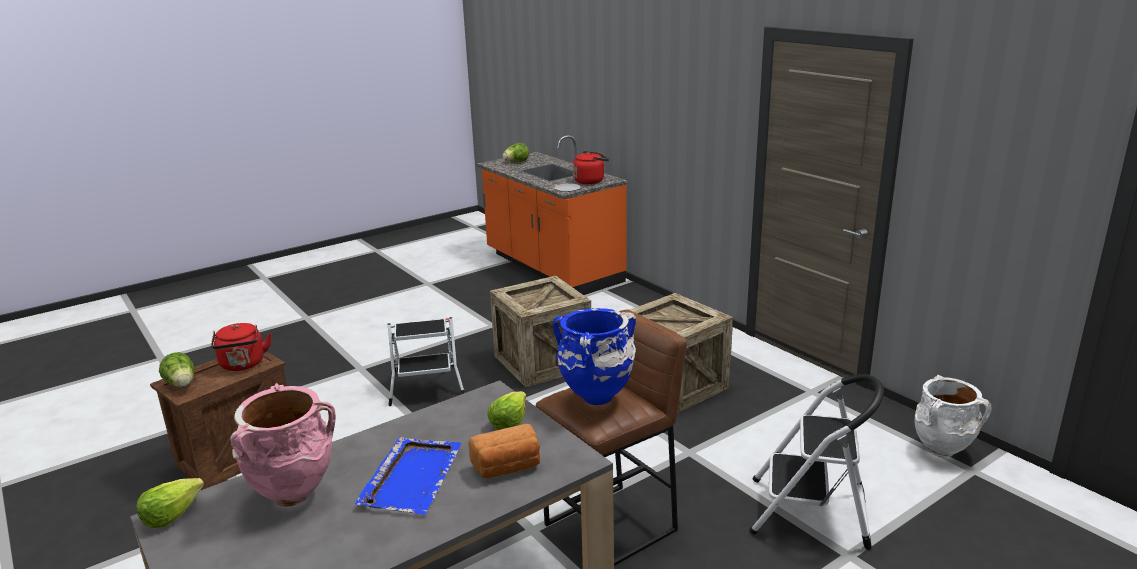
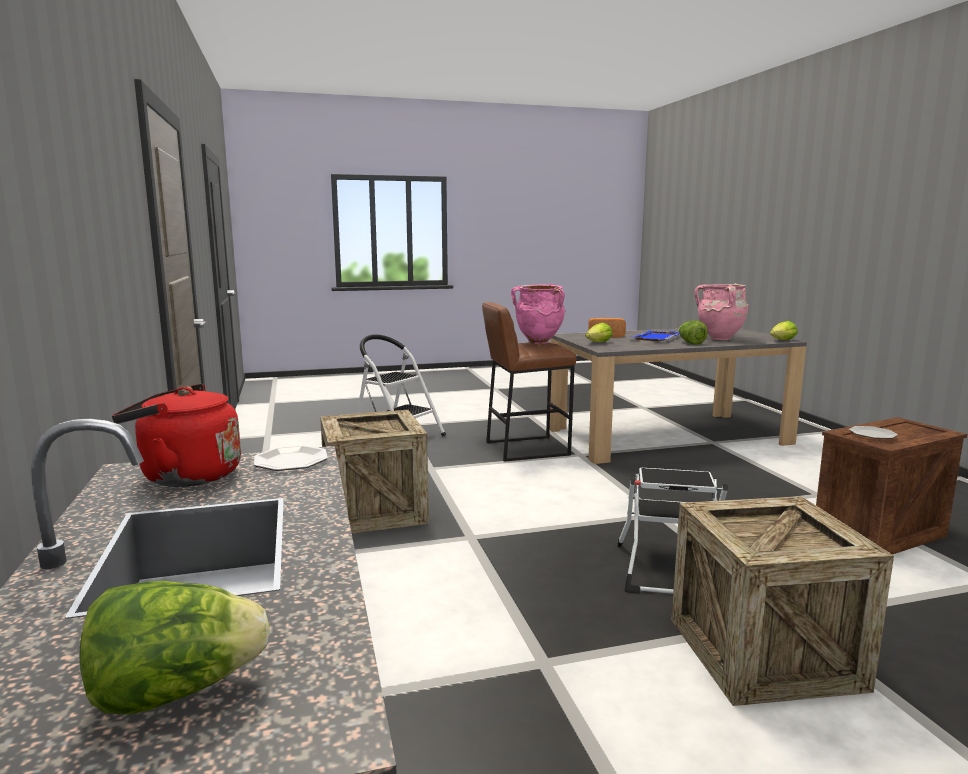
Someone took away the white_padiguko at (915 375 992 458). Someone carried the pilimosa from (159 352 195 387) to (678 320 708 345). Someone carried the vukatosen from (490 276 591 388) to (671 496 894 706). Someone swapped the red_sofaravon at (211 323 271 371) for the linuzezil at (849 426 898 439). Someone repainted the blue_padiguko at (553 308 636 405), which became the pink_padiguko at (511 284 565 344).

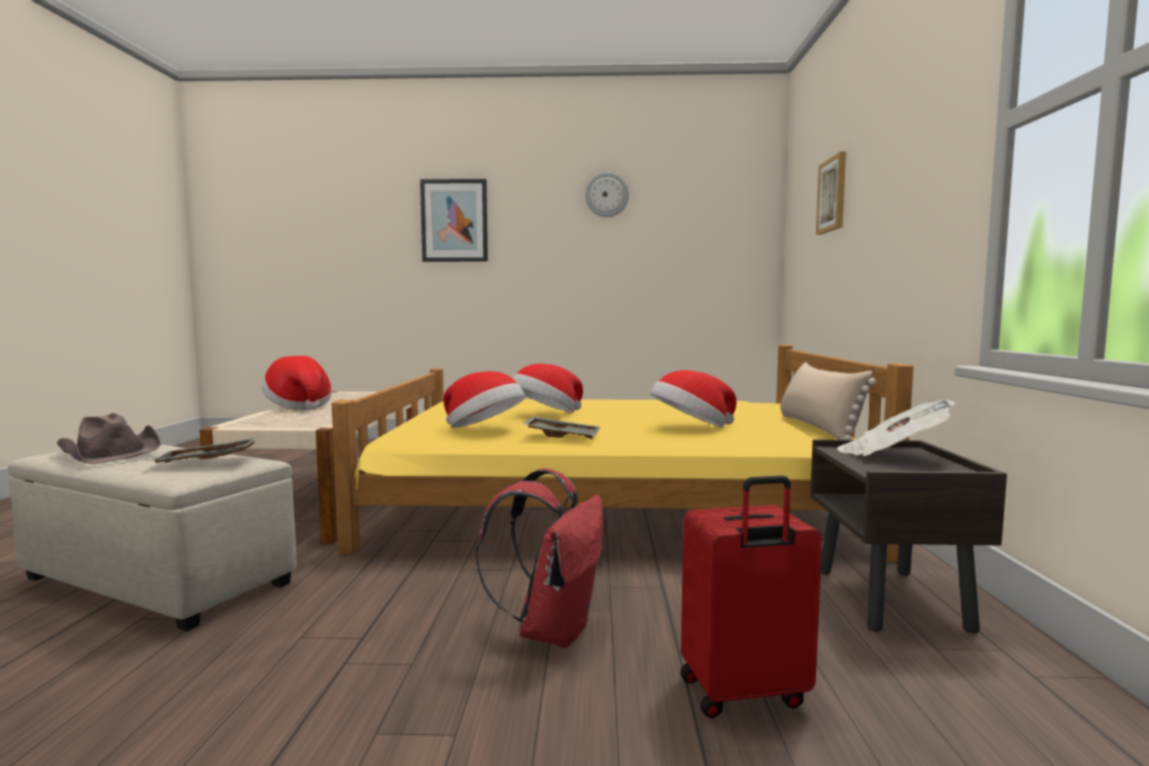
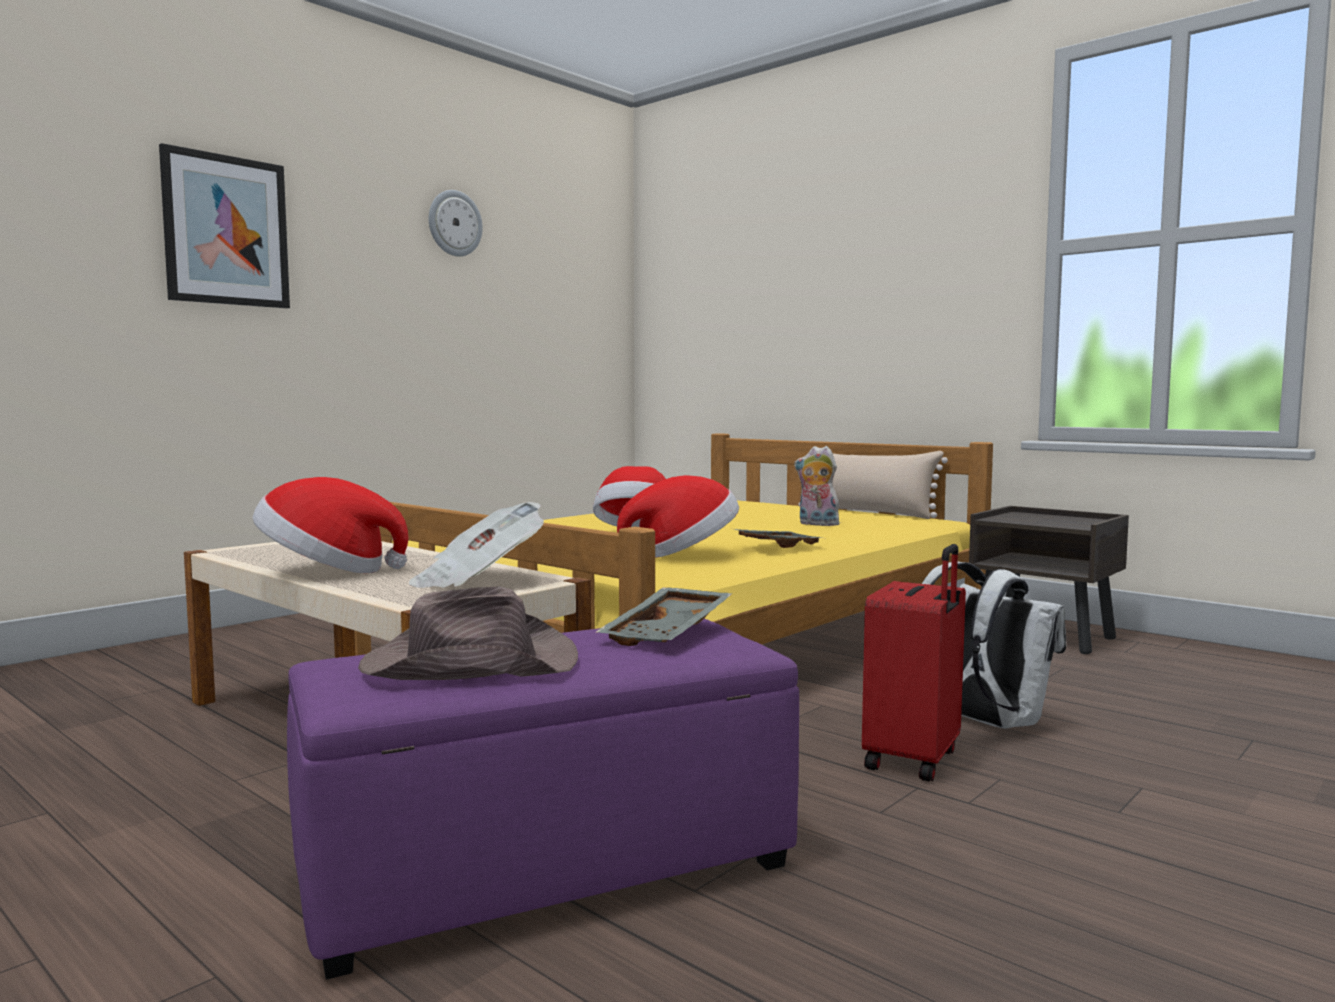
Someone took away the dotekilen at (816 151 846 235). Someone carried the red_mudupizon from (680 476 822 718) to (862 544 966 781). Someone carried the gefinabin from (837 400 956 456) to (409 502 544 588). Someone swapped the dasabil at (651 370 737 427) for the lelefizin at (794 446 844 526). Someone repainted the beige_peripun at (8 444 297 631), which became the purple_peripun at (287 619 799 980). Someone repainted the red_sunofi at (476 468 603 648), which became the white_sunofi at (922 562 1066 728).

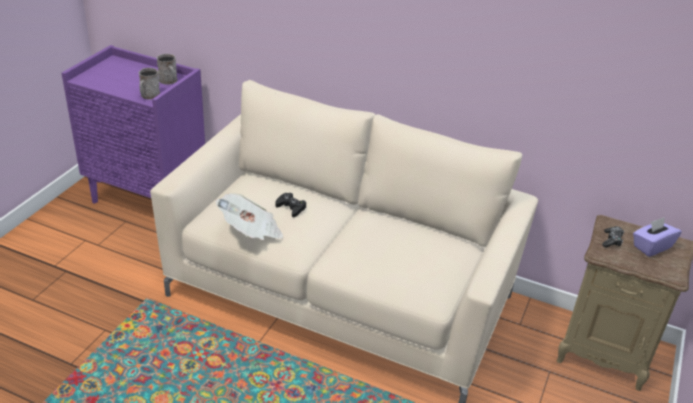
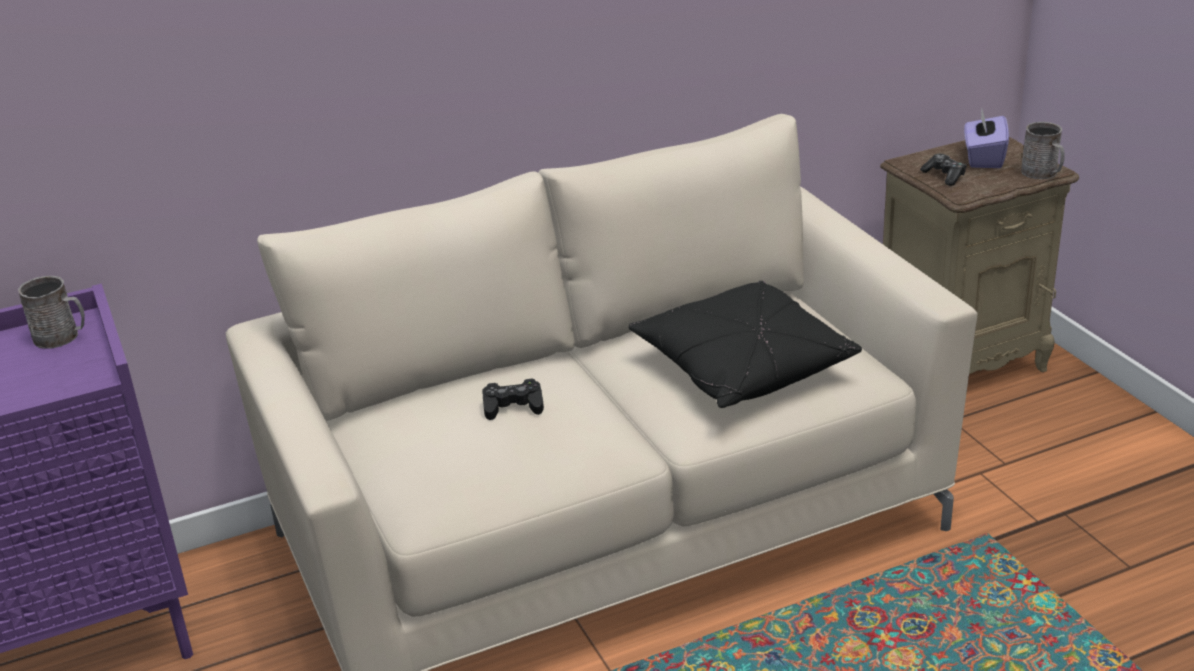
Someone took away the gefinabin at (215 193 284 240). Someone put down the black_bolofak at (628 281 862 408). Someone carried the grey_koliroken from (139 68 160 100) to (1021 122 1065 179).

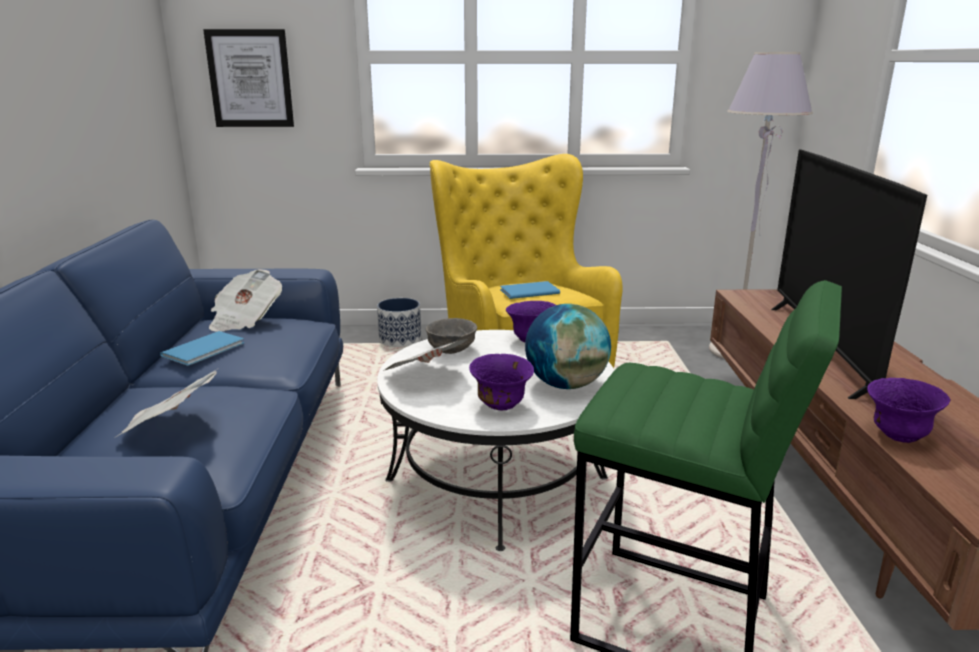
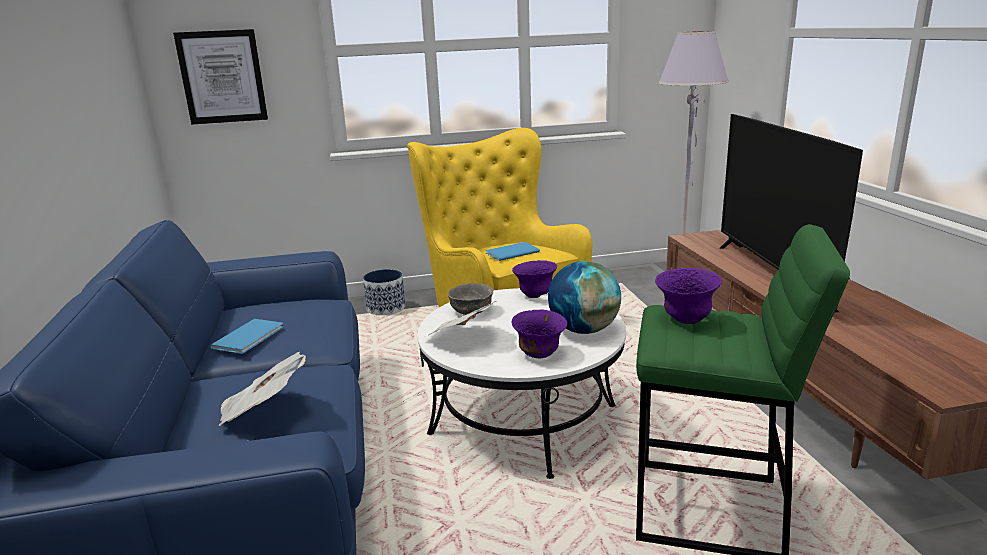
Someone took away the gefinabin at (209 269 282 332). Someone carried the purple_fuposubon from (867 378 950 443) to (655 268 722 324).

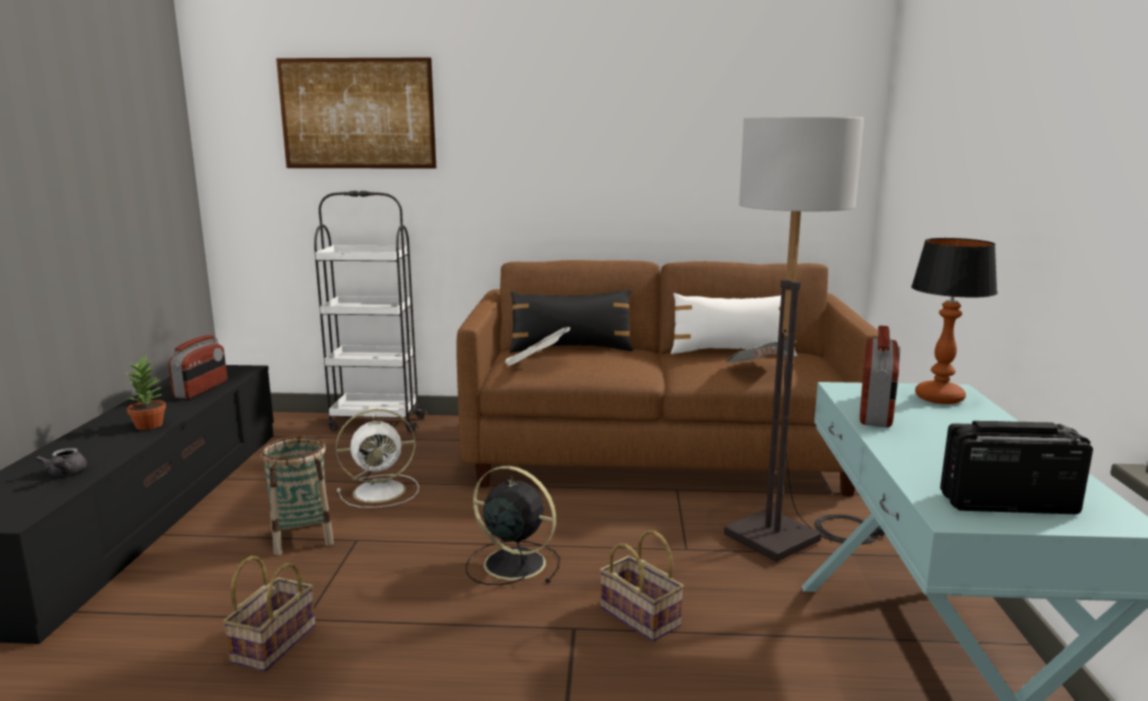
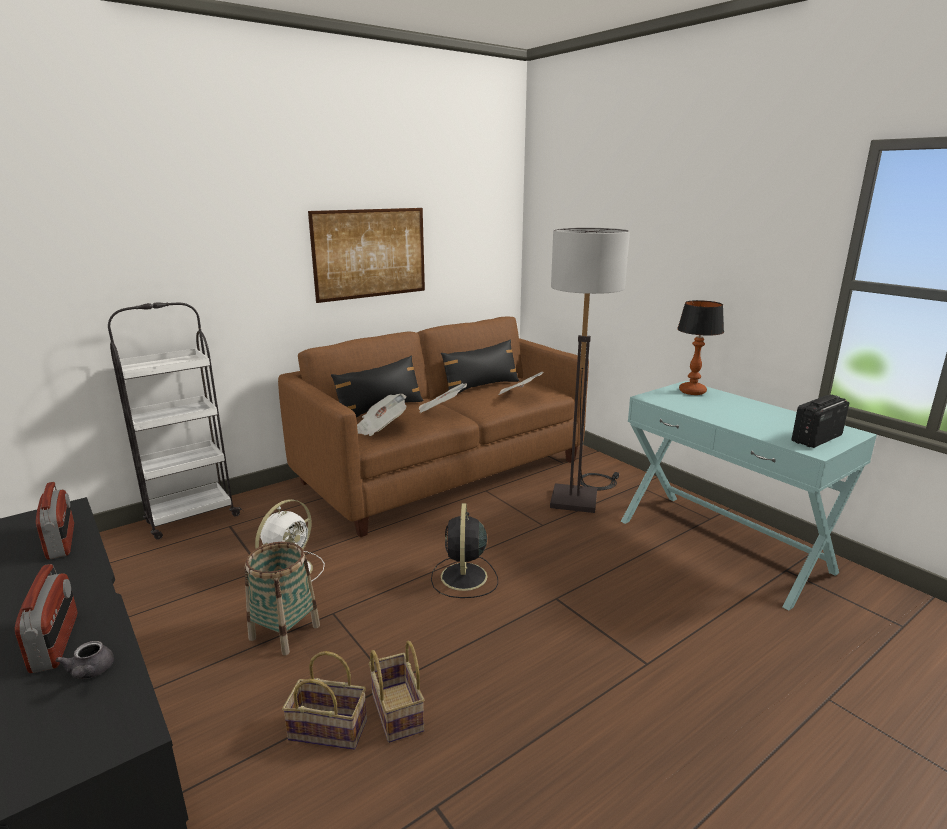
Someone took away the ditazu at (126 355 166 430). Someone put down the gefinabin at (419 383 467 414). Someone carried the dotekilen from (276 57 436 169) to (308 208 425 303). Someone carried the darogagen from (600 530 684 642) to (282 651 367 750). Someone carried the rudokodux from (860 325 900 427) to (15 564 77 673). Someone repainted the white_bolofak at (671 293 798 356), which became the black_bolofak at (441 339 520 394). Someone rotated the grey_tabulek at (35 448 87 476) by 45 degrees clockwise. Someone rotated the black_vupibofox at (466 466 560 585) by 75 degrees counterclockwise.

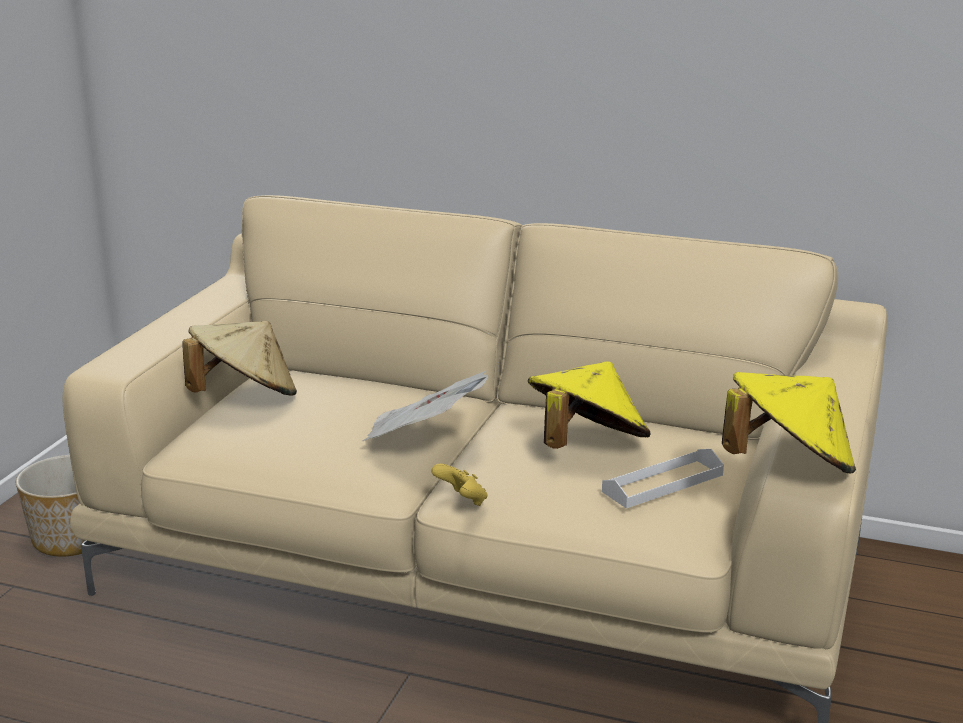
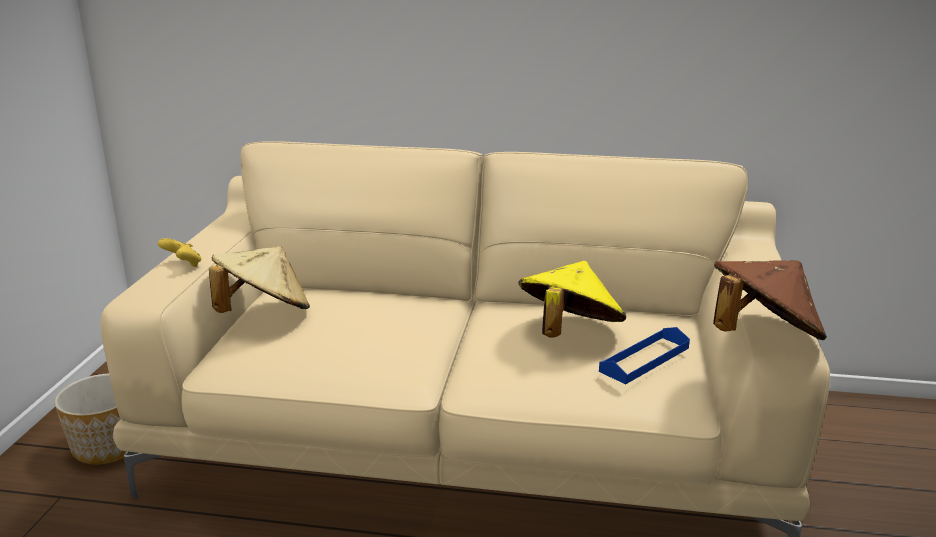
Someone took away the gefinabin at (363 371 488 441). Someone carried the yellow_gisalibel from (431 464 487 506) to (158 238 202 267). Someone repainted the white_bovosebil at (602 449 724 508), which became the blue_bovosebil at (599 327 690 384). Someone repainted the yellow_dasabil at (722 372 856 473), which became the brown_dasabil at (713 260 827 340).

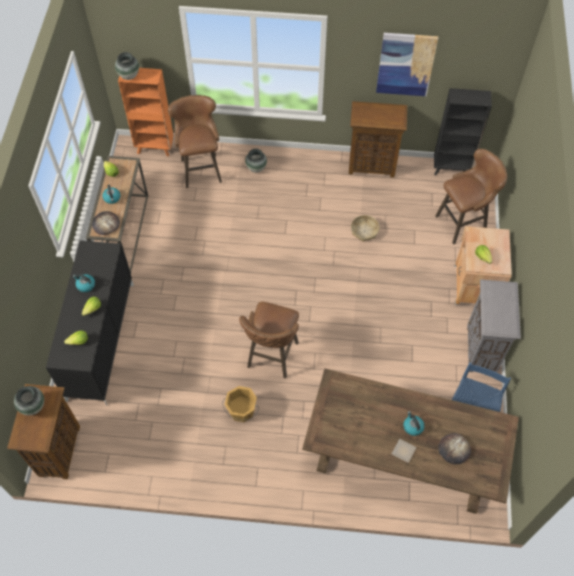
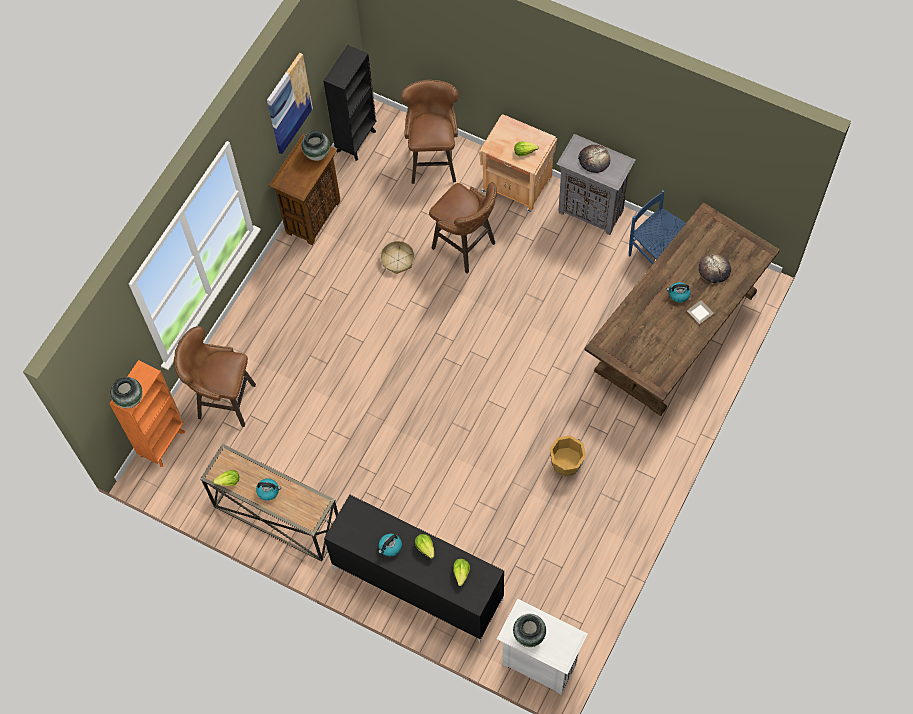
Someone carried the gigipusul from (92 211 120 235) to (578 145 610 173). Someone carried the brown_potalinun from (239 302 299 378) to (429 182 497 273). Someone carried the padiguko from (245 149 267 173) to (301 130 330 161). Someone repainted the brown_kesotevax at (7 384 80 479), which became the white_kesotevax at (497 599 588 695).

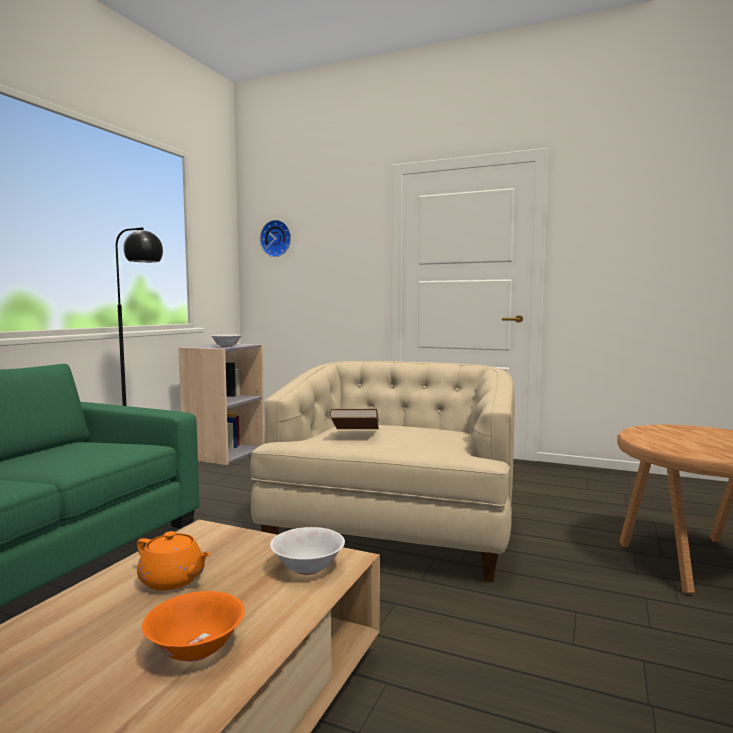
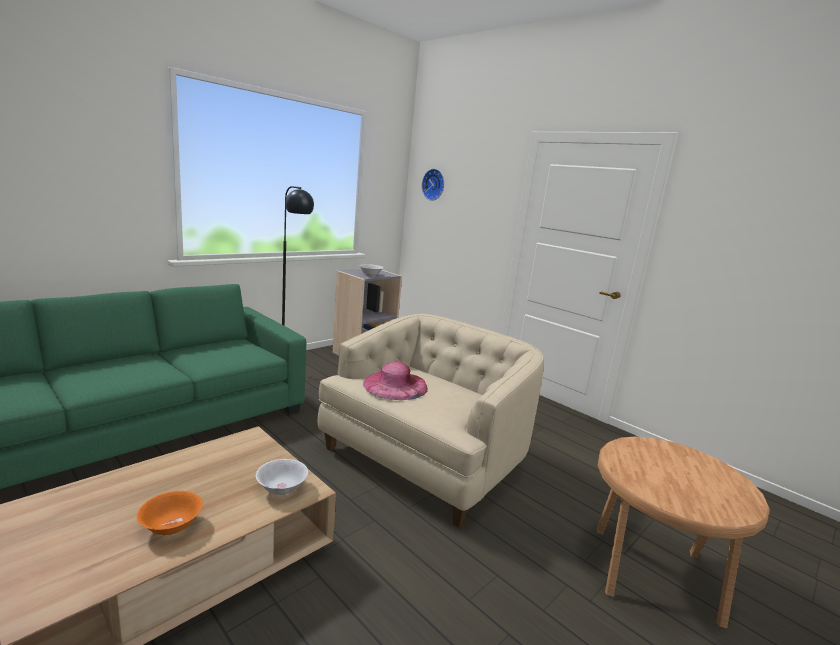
Someone took away the orange_tabulek at (137 531 211 590). Someone swapped the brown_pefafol at (330 409 379 429) for the pink_dasabil at (363 362 427 400).

